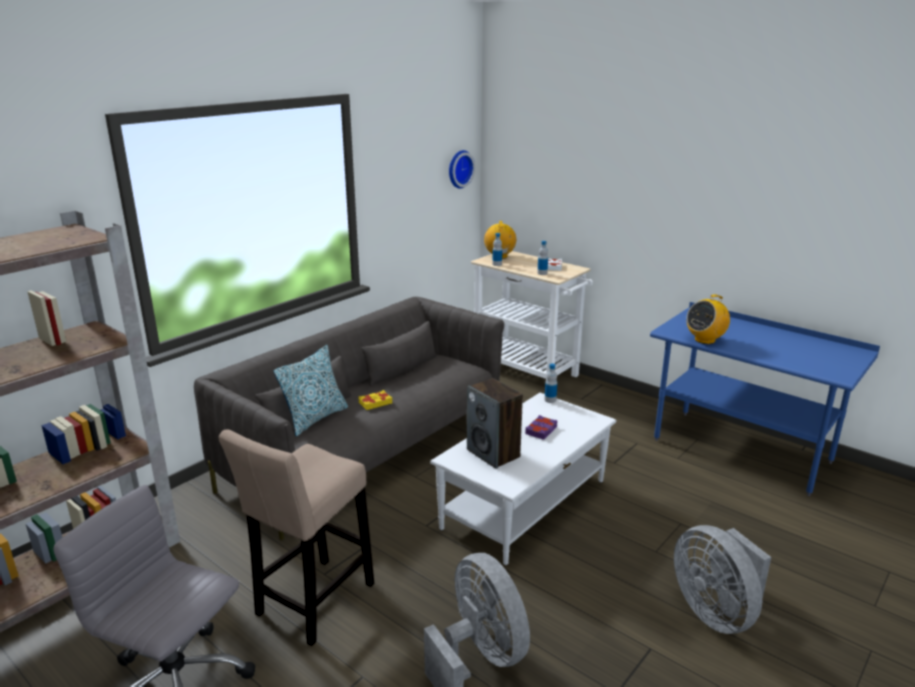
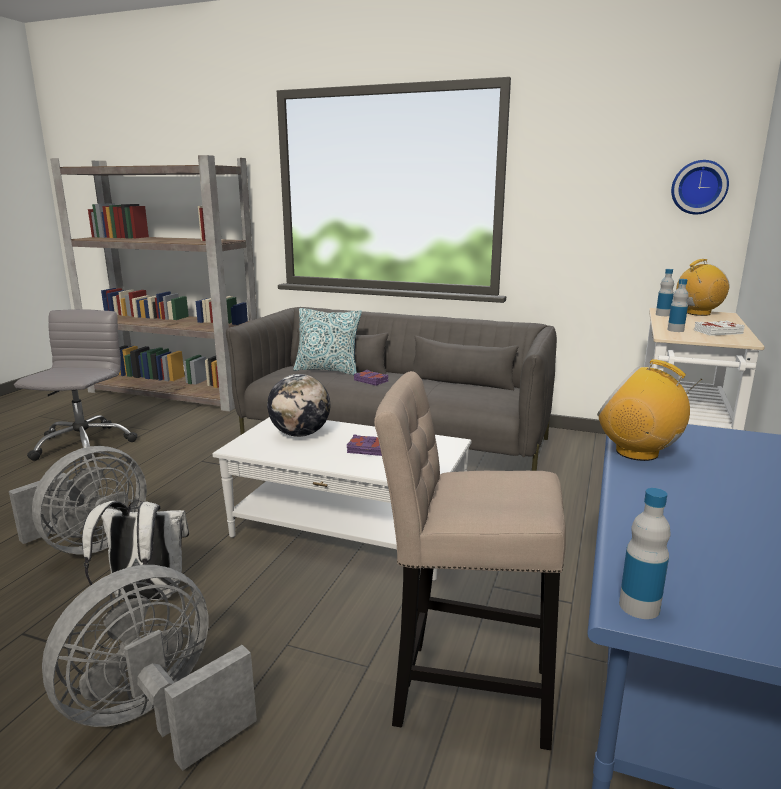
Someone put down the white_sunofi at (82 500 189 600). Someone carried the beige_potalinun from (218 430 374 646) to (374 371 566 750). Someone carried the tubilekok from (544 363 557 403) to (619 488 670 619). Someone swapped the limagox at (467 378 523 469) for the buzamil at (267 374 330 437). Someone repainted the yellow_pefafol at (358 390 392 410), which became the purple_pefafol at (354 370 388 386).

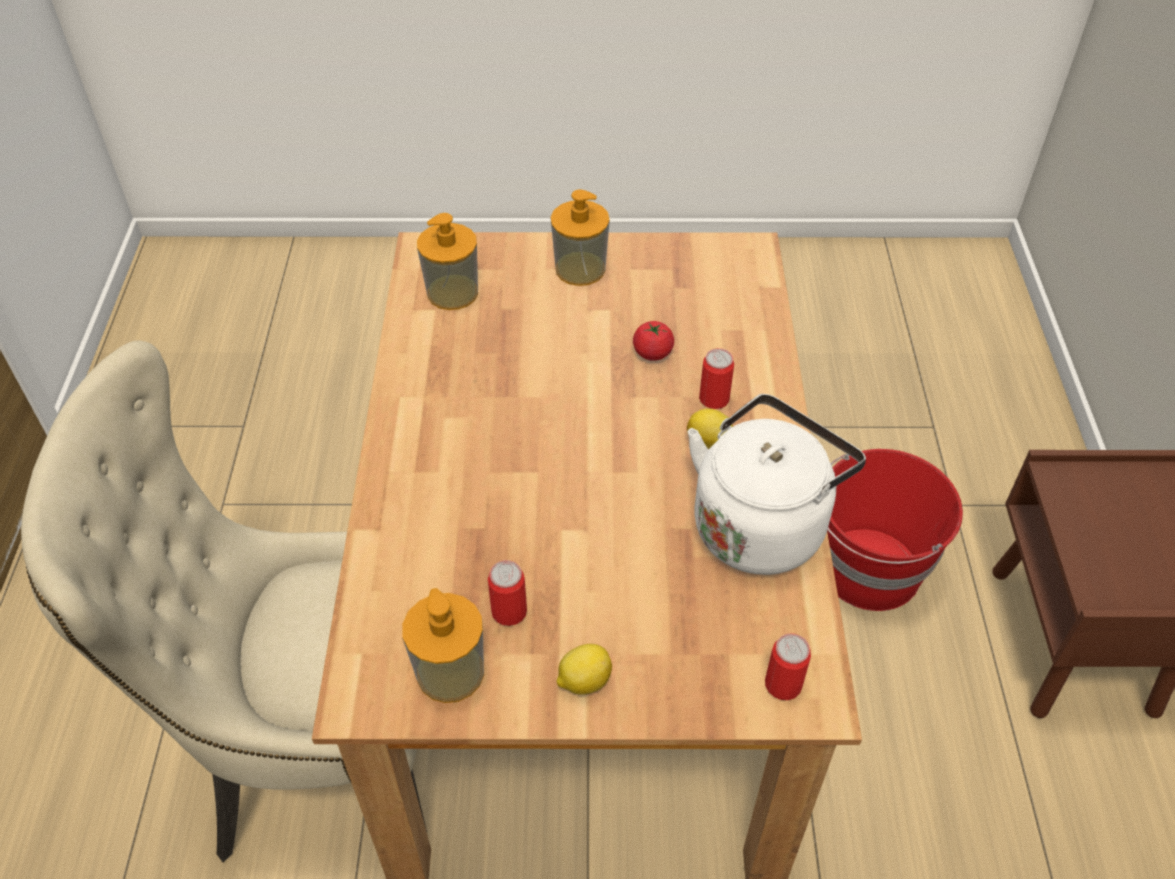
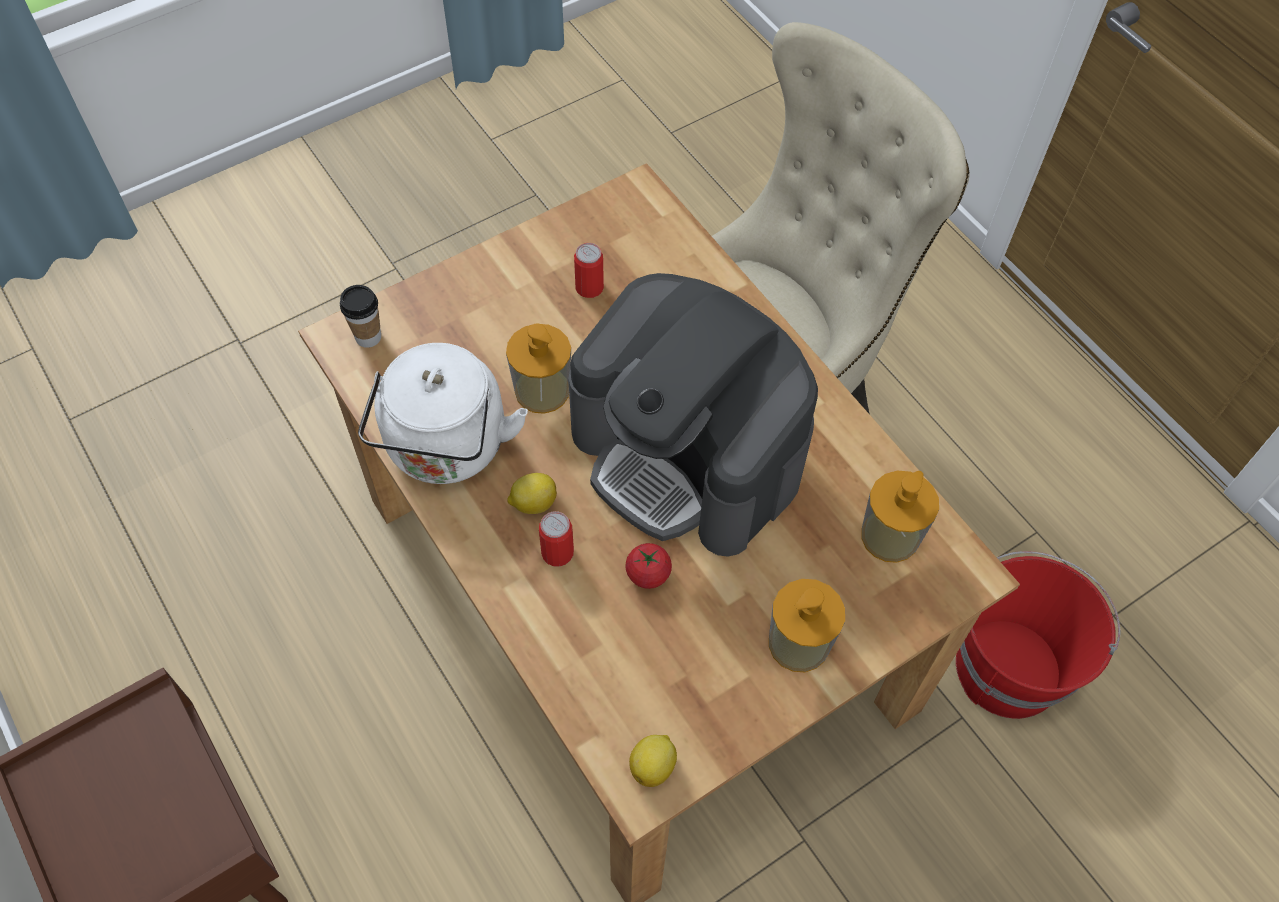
Someone put down the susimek at (568 273 818 557). Someone carried the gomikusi from (402 588 484 703) to (506 323 571 414). Someone carried the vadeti from (557 644 612 695) to (629 735 677 787). Someone carried the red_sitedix from (827 449 963 611) to (956 551 1120 719). Someone swapped the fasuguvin at (765 633 811 700) for the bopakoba at (340 285 381 348).

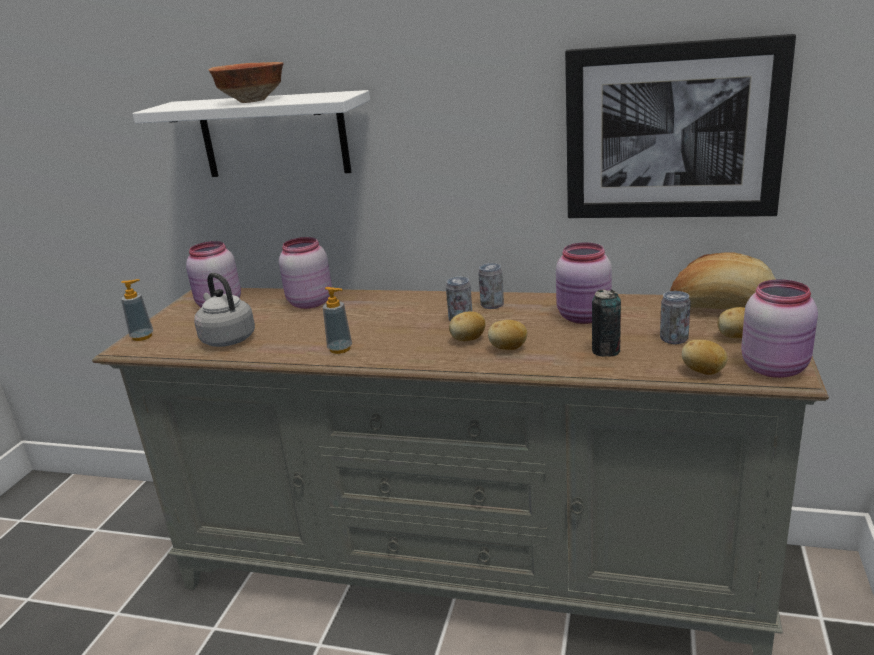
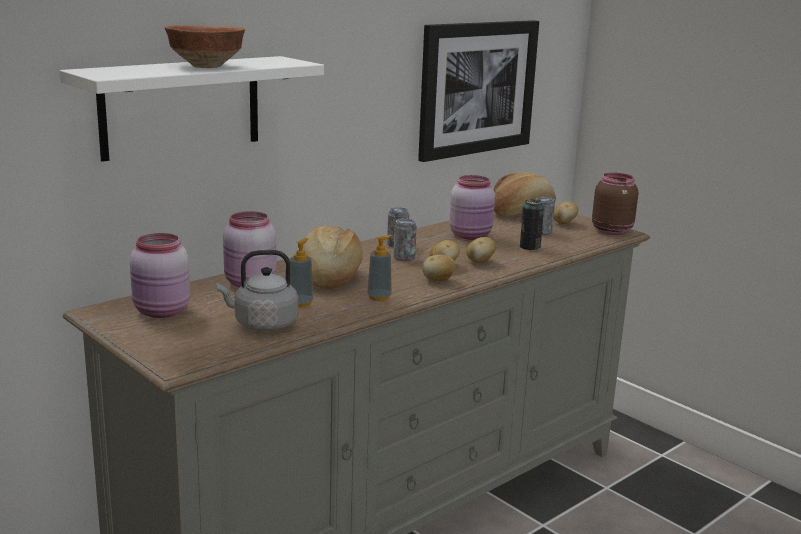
Someone put down the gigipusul at (302 225 363 289). Someone carried the gomikusi from (121 279 153 341) to (290 238 313 307). Someone carried the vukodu from (682 340 728 375) to (422 254 455 281). Someone repainted the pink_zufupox at (741 279 818 378), which became the brown_zufupox at (592 173 638 235).

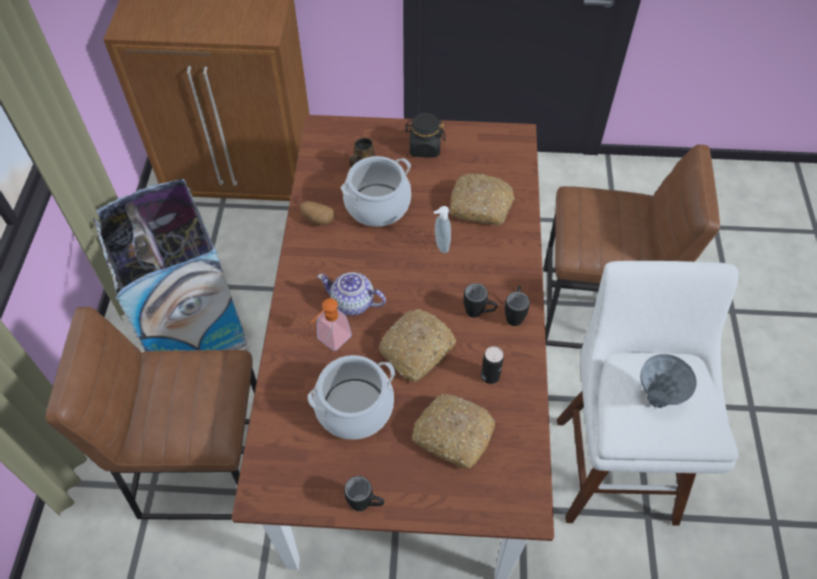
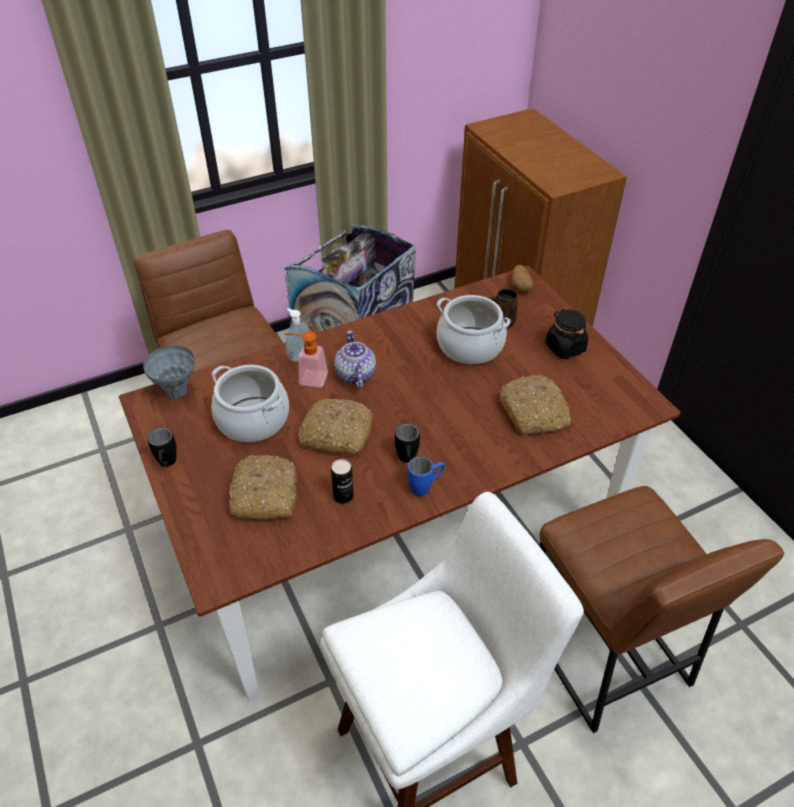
Someone carried the vukodu from (300 201 335 225) to (512 265 534 292). Someone carried the gomikusi from (433 206 451 253) to (285 308 310 362). Someone carried the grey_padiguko from (640 354 697 408) to (143 346 195 399). Someone repainted the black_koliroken at (505 286 530 326), which became the blue_koliroken at (407 456 445 496).

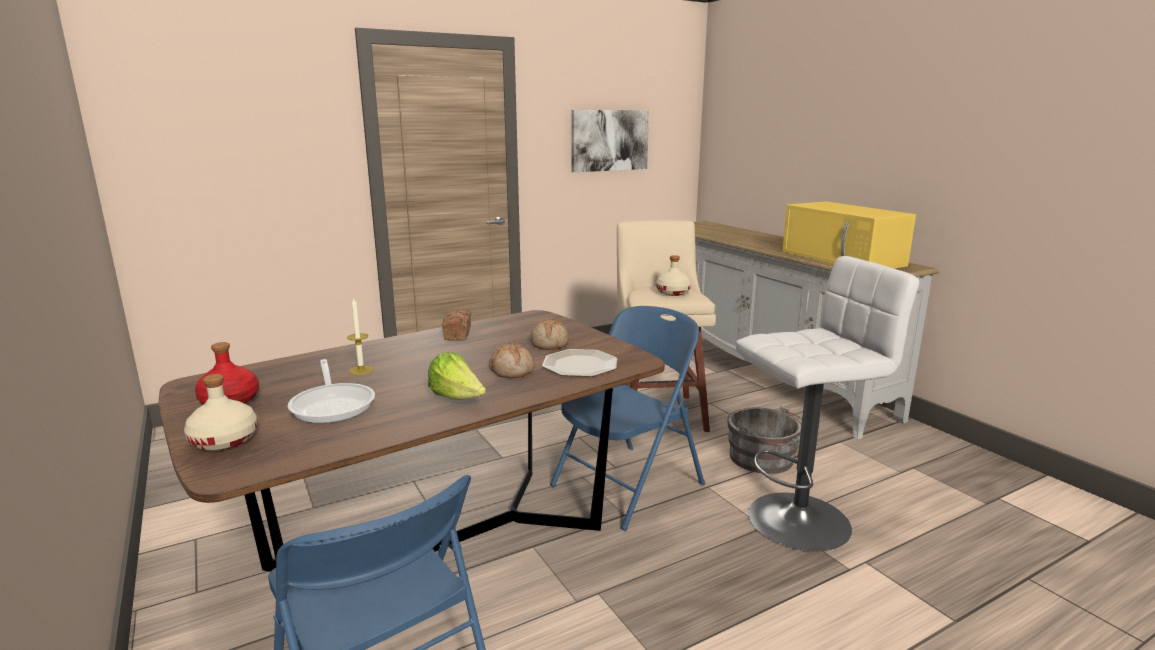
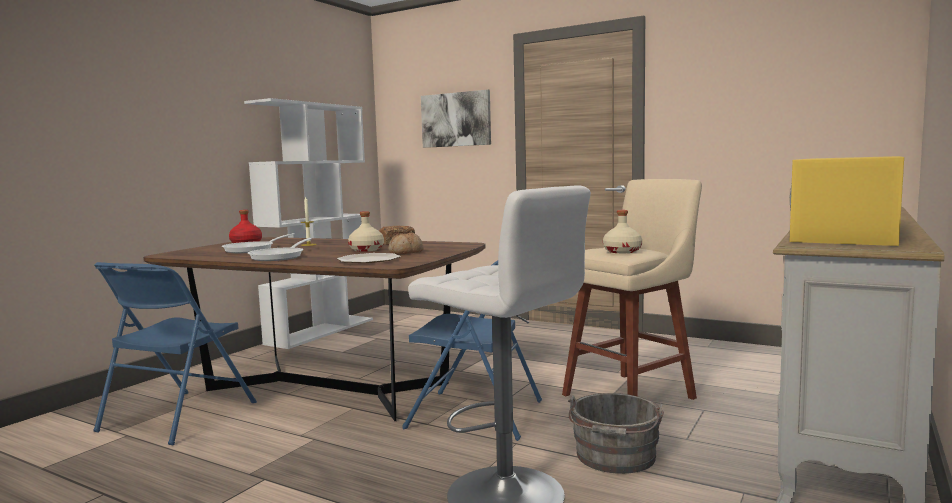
Someone took away the gigipusul at (489 343 535 378). Someone put down the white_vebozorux at (244 98 373 349). Someone carried the beige_tubilekok from (184 374 258 451) to (348 211 384 252). Someone carried the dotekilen from (571 110 649 172) to (421 90 491 148). Someone swapped the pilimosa at (428 352 486 400) for the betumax at (248 238 312 261).

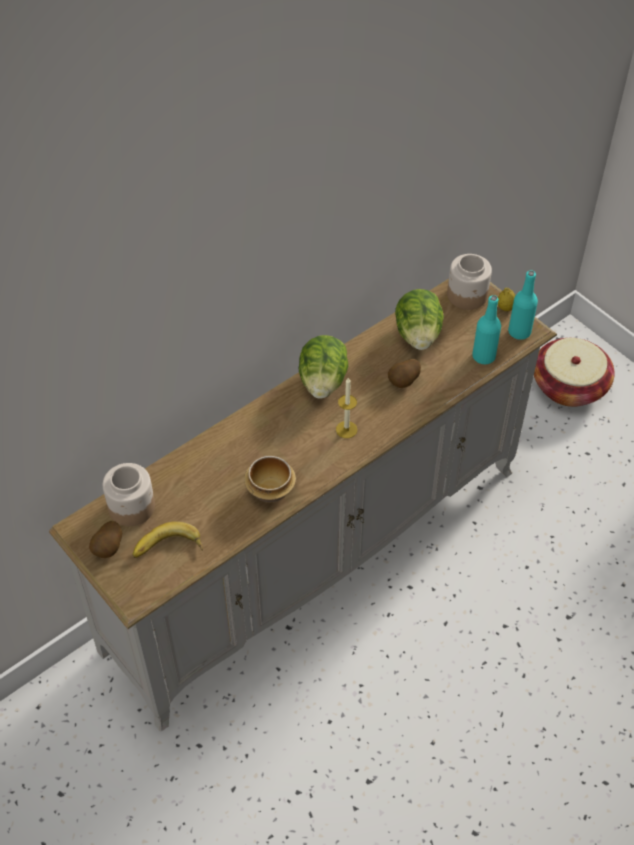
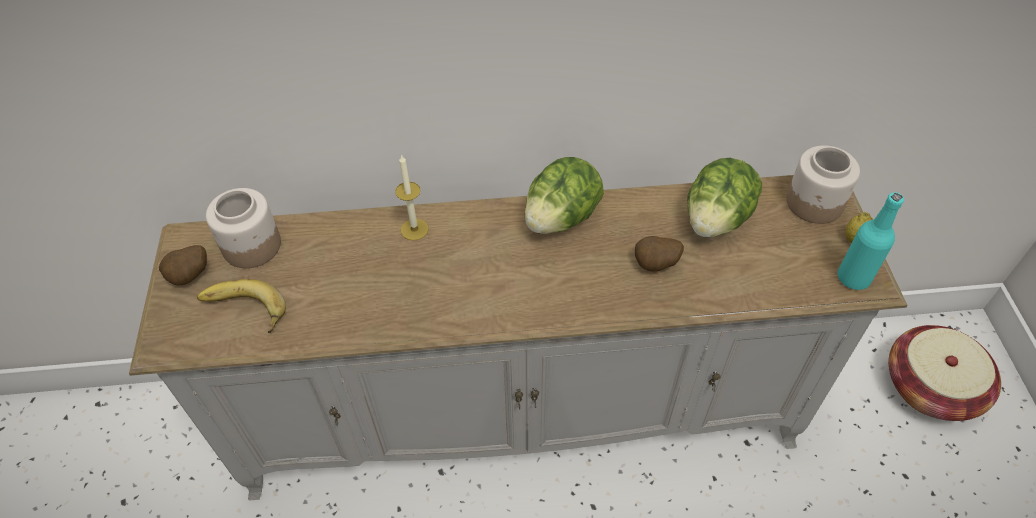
Someone took away the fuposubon at (244 456 296 502). Someone took away the turquoise_tubilekok at (472 295 501 364). Someone carried the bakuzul from (336 377 357 438) to (395 154 429 240).

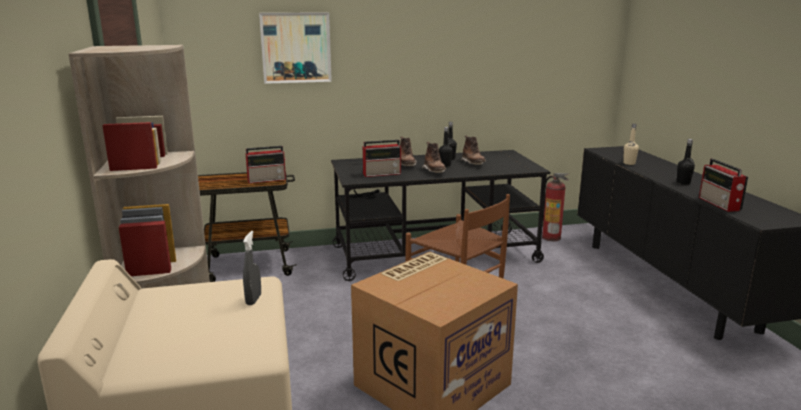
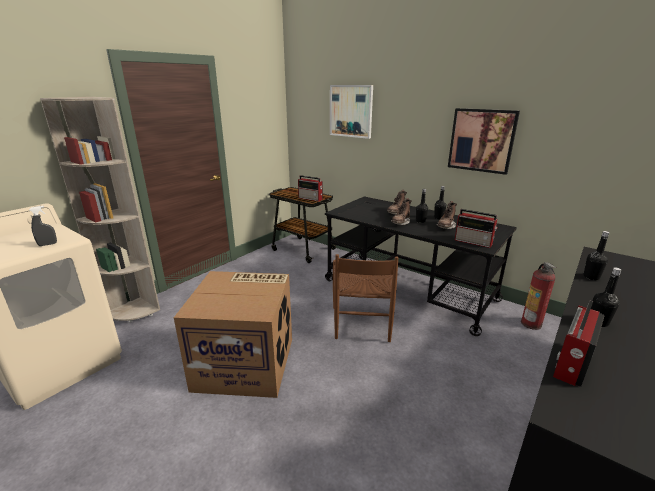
Someone put up the dotekilen at (448 108 520 175). Someone carried the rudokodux from (363 140 402 177) to (455 209 498 248). Someone repainted the beige_tubilekok at (623 124 639 165), which became the black_tubilekok at (583 231 610 280).

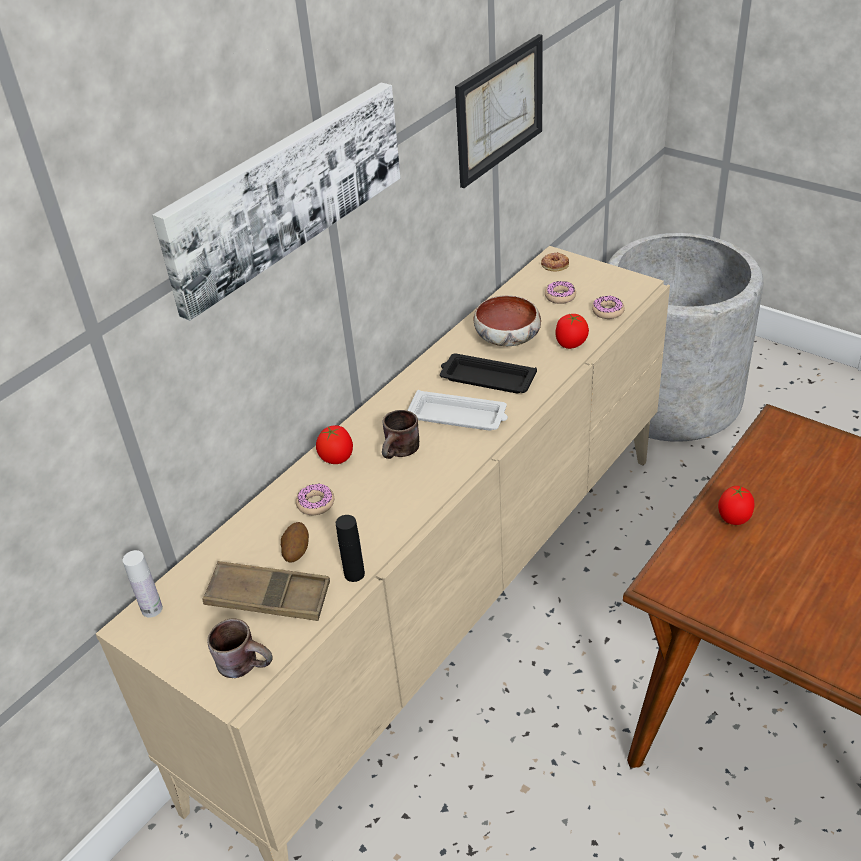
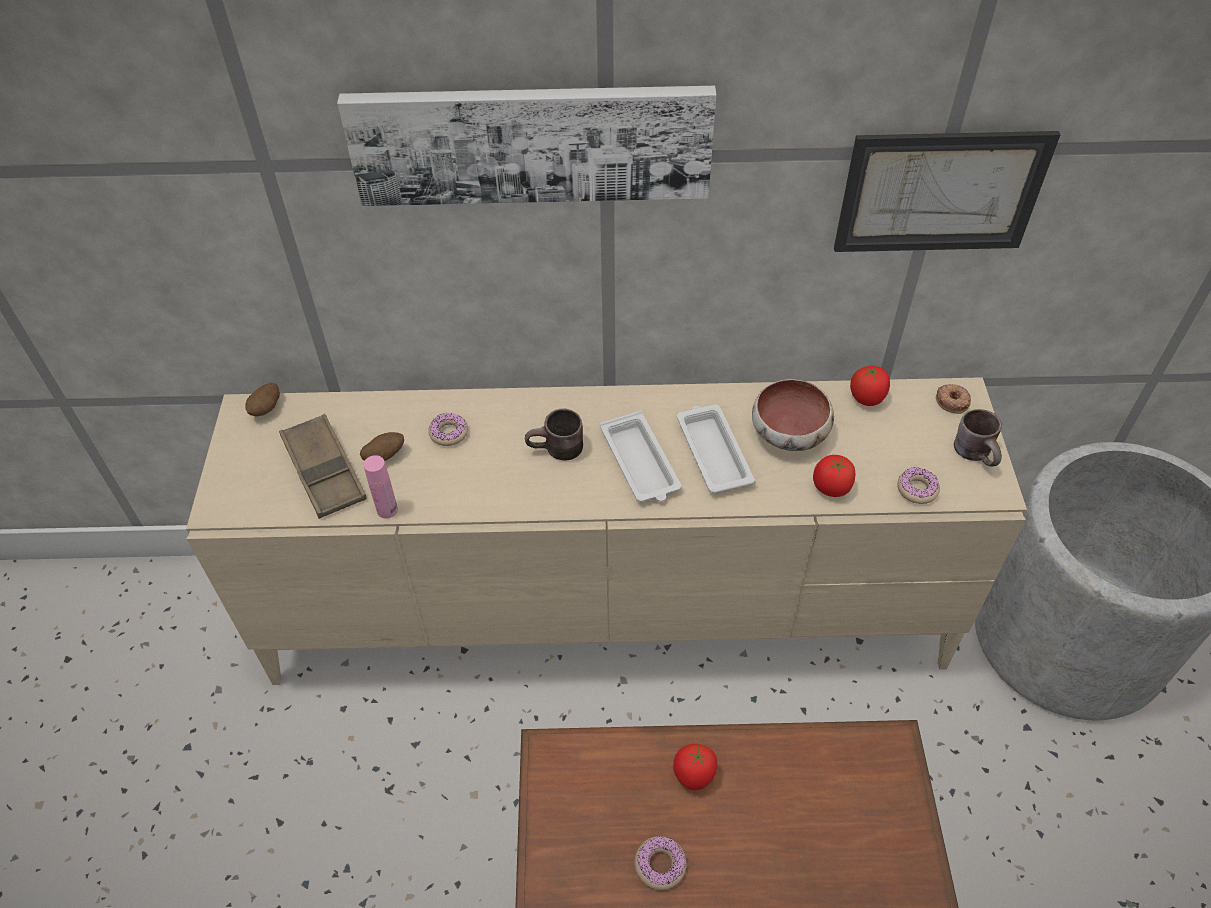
Someone carried the brown_koliroken from (207 619 273 678) to (954 409 1002 467). Someone carried the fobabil from (316 425 353 464) to (850 365 890 406). Someone carried the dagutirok from (545 281 576 304) to (634 836 687 890). Someone swapped the white_tubilekok at (123 550 163 617) for the vukodu at (245 383 280 416). Someone repainted the black_tubilekok at (336 515 365 582), which became the pink_tubilekok at (363 455 398 519). Someone repainted the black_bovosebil at (440 353 537 393), which became the white_bovosebil at (677 405 755 493).

